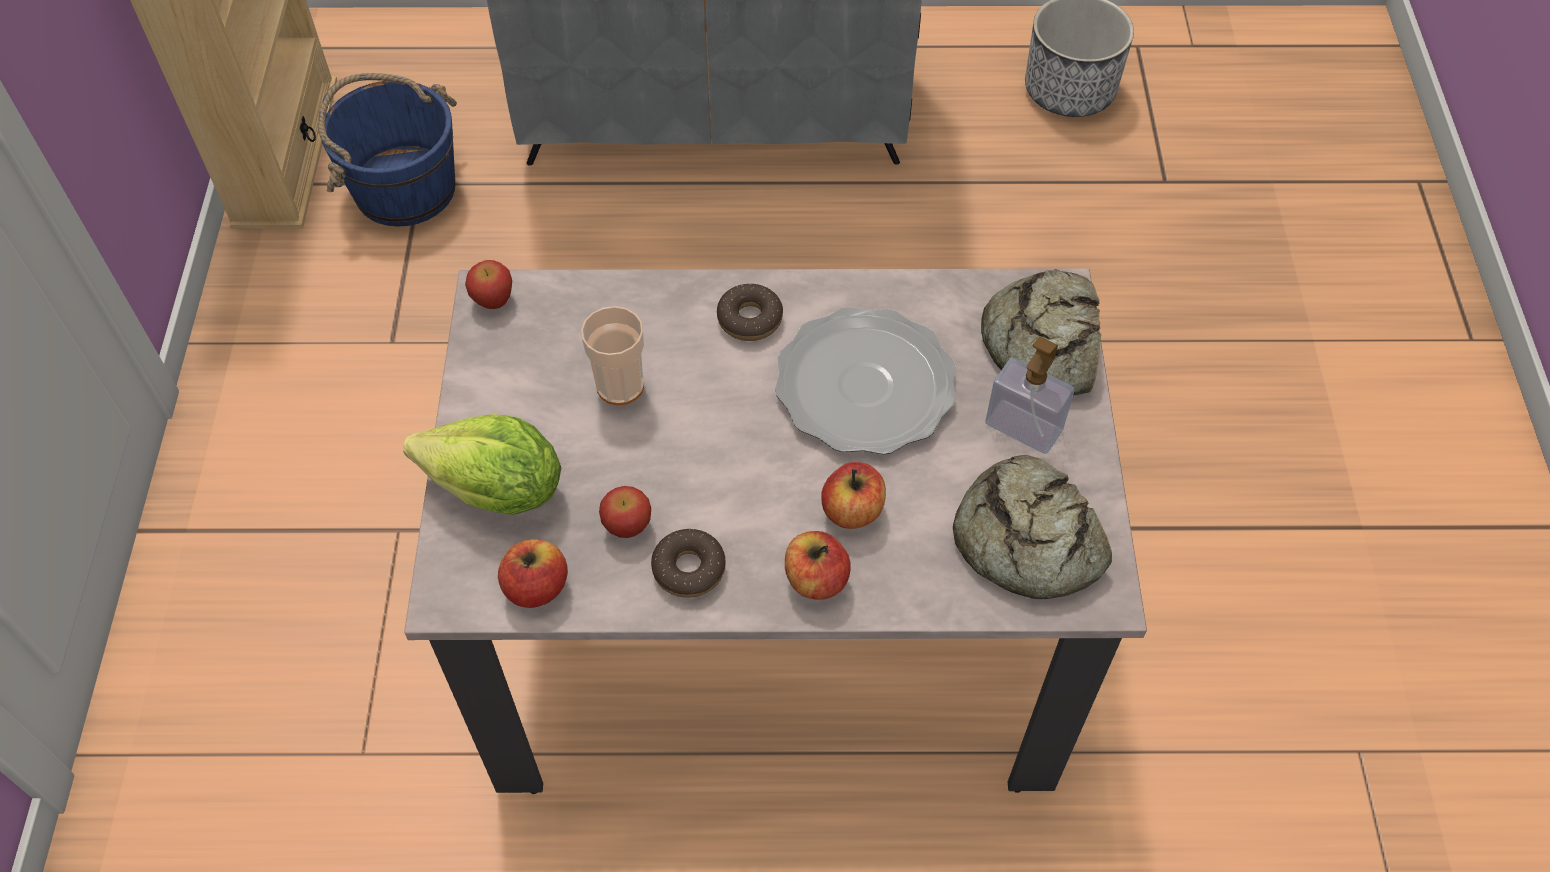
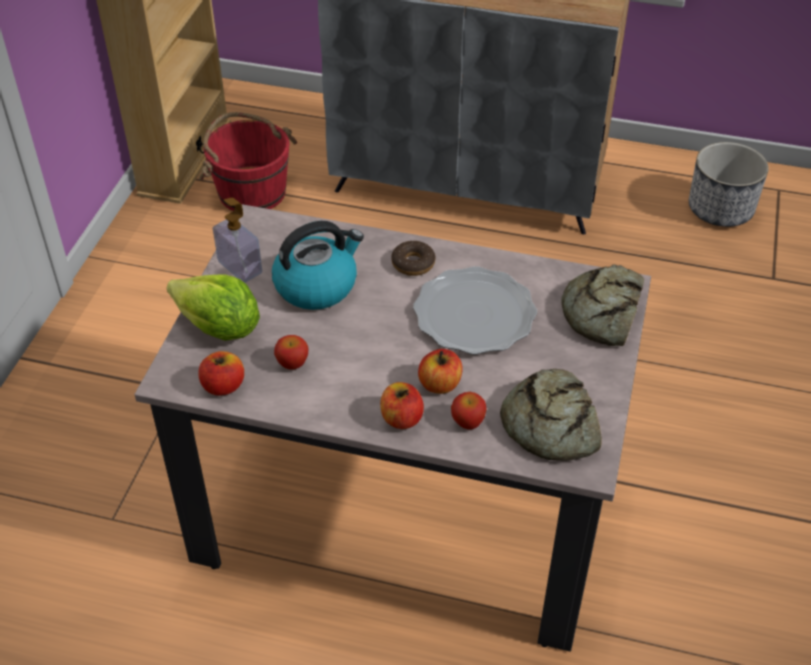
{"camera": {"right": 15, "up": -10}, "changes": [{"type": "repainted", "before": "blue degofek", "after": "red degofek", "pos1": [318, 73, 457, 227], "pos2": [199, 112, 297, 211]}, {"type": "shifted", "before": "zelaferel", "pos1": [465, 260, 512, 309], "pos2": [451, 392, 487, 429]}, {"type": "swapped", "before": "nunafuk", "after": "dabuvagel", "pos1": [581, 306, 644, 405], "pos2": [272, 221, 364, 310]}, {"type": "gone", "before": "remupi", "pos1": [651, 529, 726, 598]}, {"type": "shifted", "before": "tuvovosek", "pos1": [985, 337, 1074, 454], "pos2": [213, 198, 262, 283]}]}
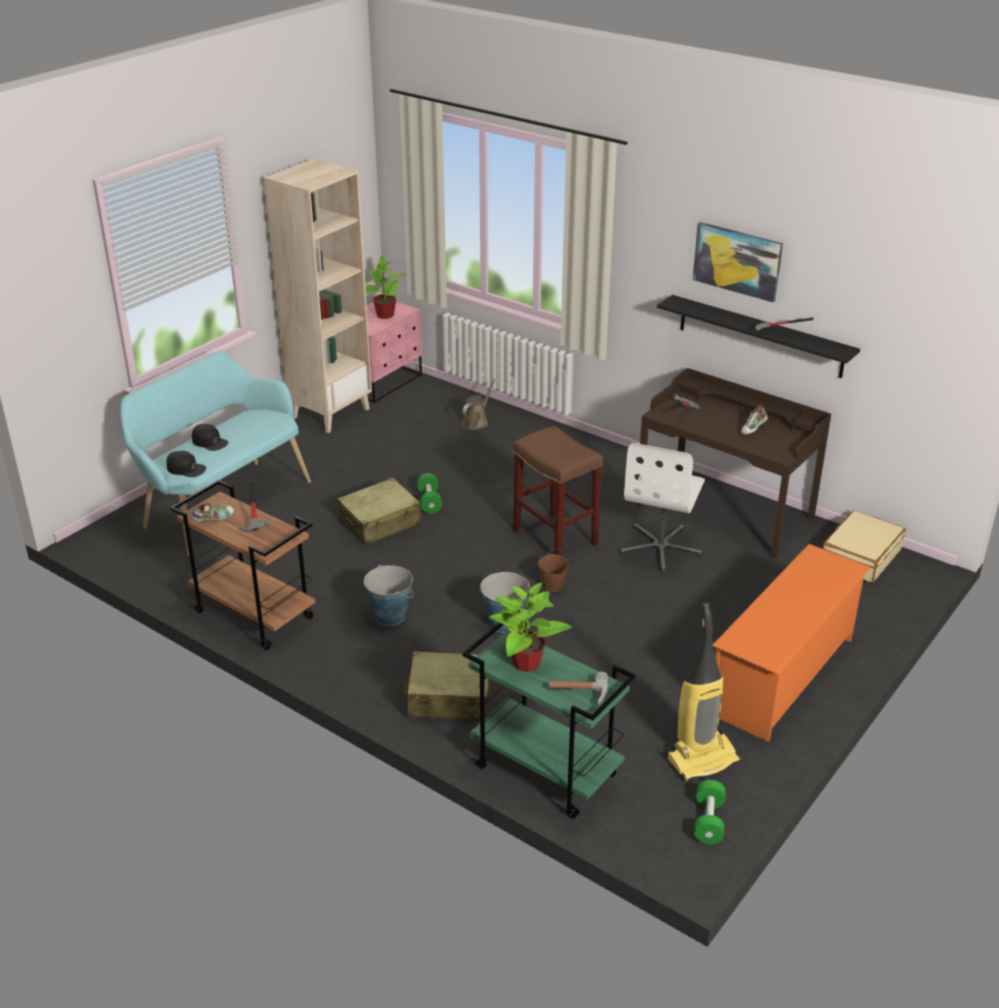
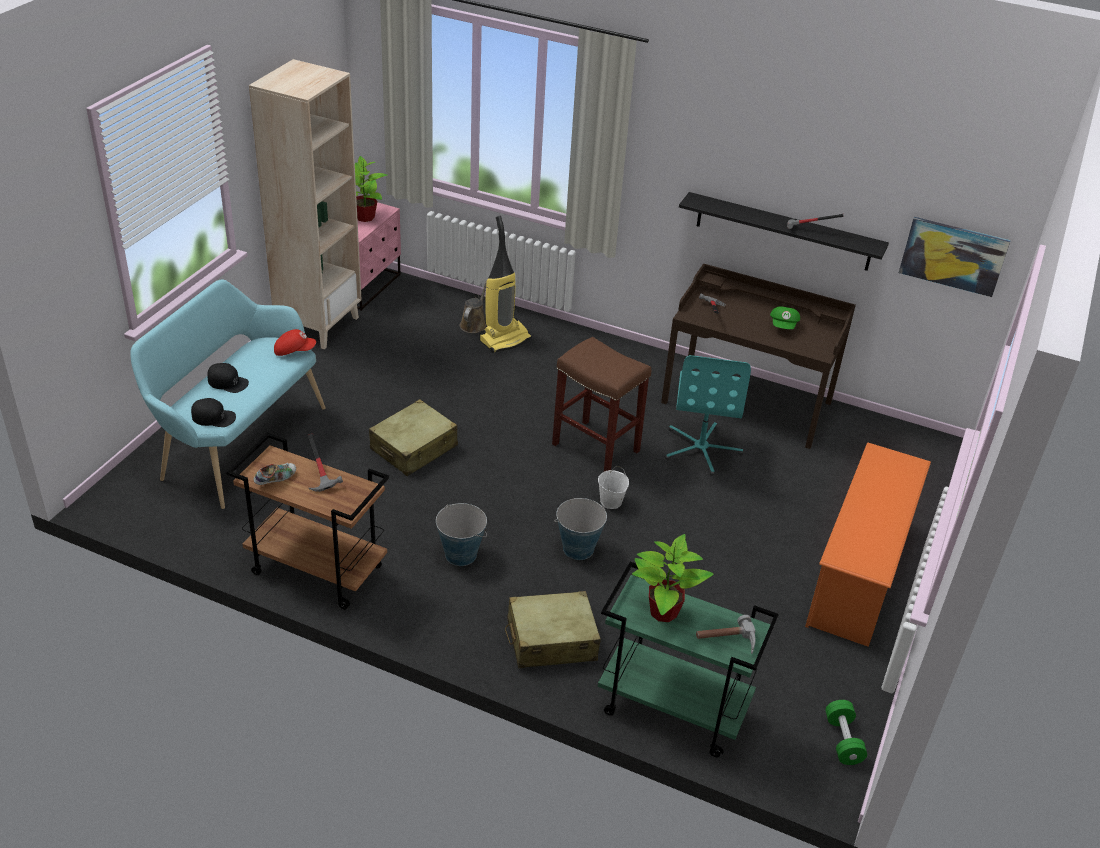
{"camera": {"right": -15, "up": 5}, "changes": [{"type": "gone", "before": "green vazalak", "pos1": [417, 473, 442, 514]}, {"type": "repainted", "before": "brown degofek", "after": "white degofek", "pos1": [538, 548, 569, 592], "pos2": [598, 466, 629, 509]}, {"type": "repainted", "before": "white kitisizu", "after": "turquoise kitisizu", "pos1": [621, 443, 705, 573], "pos2": [665, 355, 751, 476]}, {"type": "shifted", "before": "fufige", "pos1": [666, 602, 741, 782], "pos2": [479, 216, 532, 353]}, {"type": "shifted", "before": "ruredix", "pos1": [693, 222, 783, 303], "pos2": [899, 217, 1011, 297]}, {"type": "swapped", "before": "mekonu", "after": "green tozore", "pos1": [741, 405, 768, 435], "pos2": [770, 306, 800, 329]}, {"type": "gone", "before": "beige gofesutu", "pos1": [822, 510, 906, 583]}, {"type": "new", "after": "red tozore", "pos2": [274, 329, 316, 356]}]}
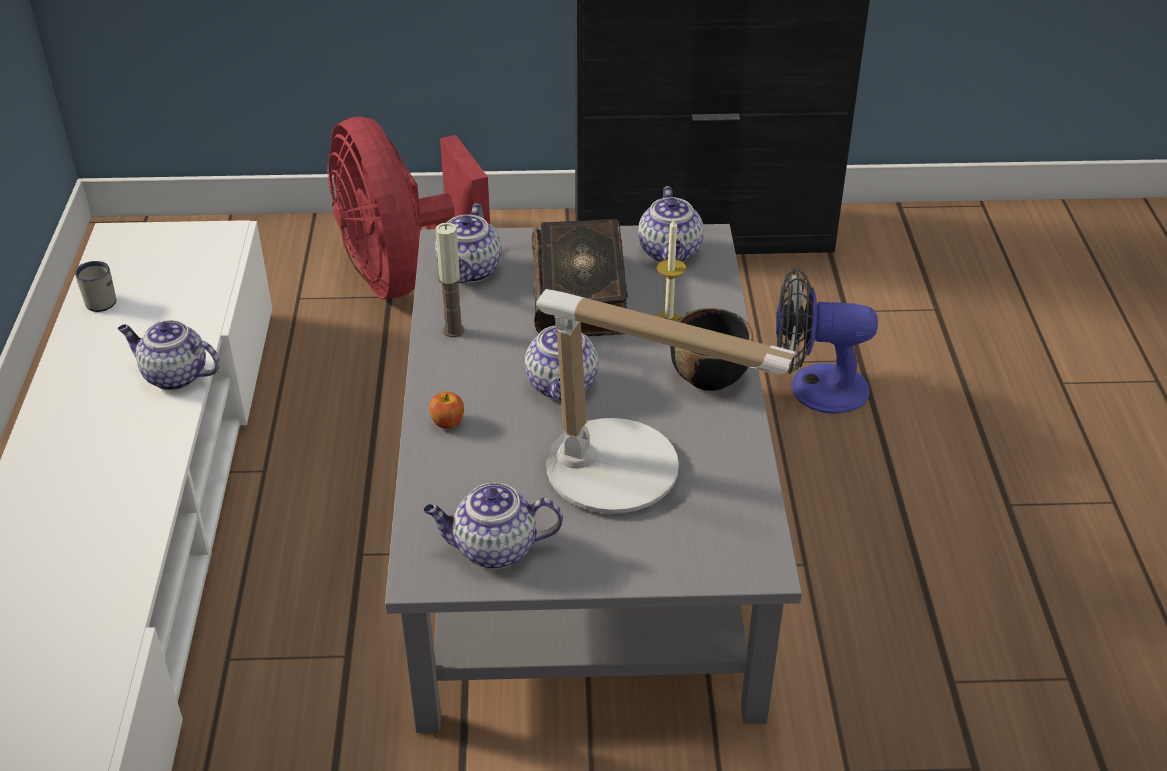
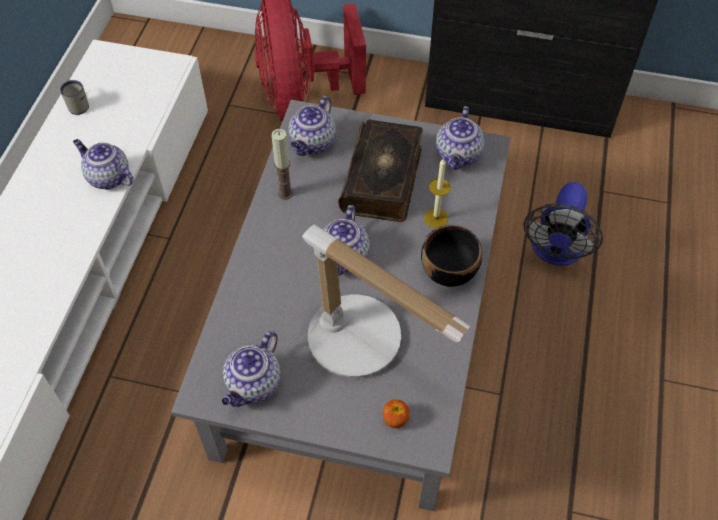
{"camera": {"right": 15, "up": 15}, "changes": [{"type": "rotated", "before": "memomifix", "pos1": [423, 483, 563, 569], "pos2": [222, 331, 281, 407], "turn": -75}, {"type": "shifted", "before": "zelaferel", "pos1": [429, 392, 464, 429], "pos2": [383, 399, 410, 428]}, {"type": "rotated", "before": "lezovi", "pos1": [776, 267, 878, 413], "pos2": [523, 182, 603, 266], "turn": -90}]}
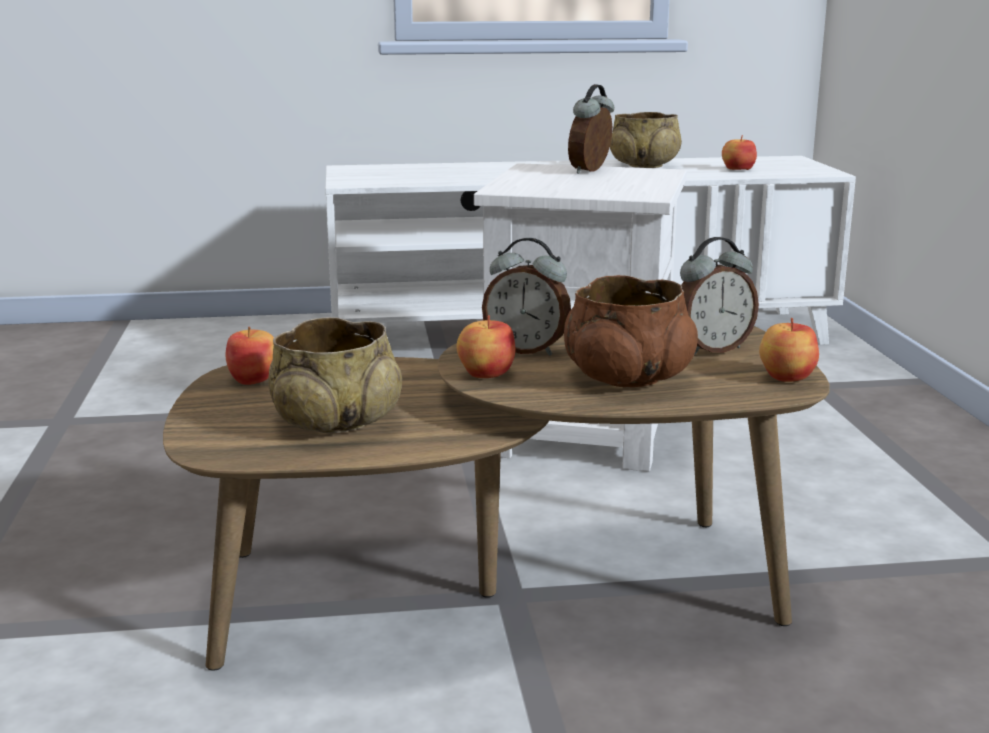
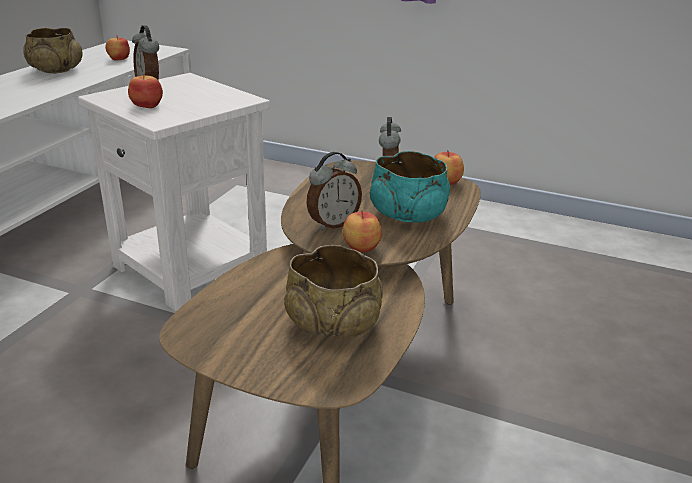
{"camera": {"right": -60, "up": 10}, "changes": [{"type": "shifted", "before": "zelaferel", "pos1": [226, 327, 274, 385], "pos2": [128, 73, 163, 108]}, {"type": "repainted", "before": "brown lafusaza", "after": "turquoise lafusaza", "pos1": [564, 275, 698, 387], "pos2": [369, 151, 450, 222]}]}
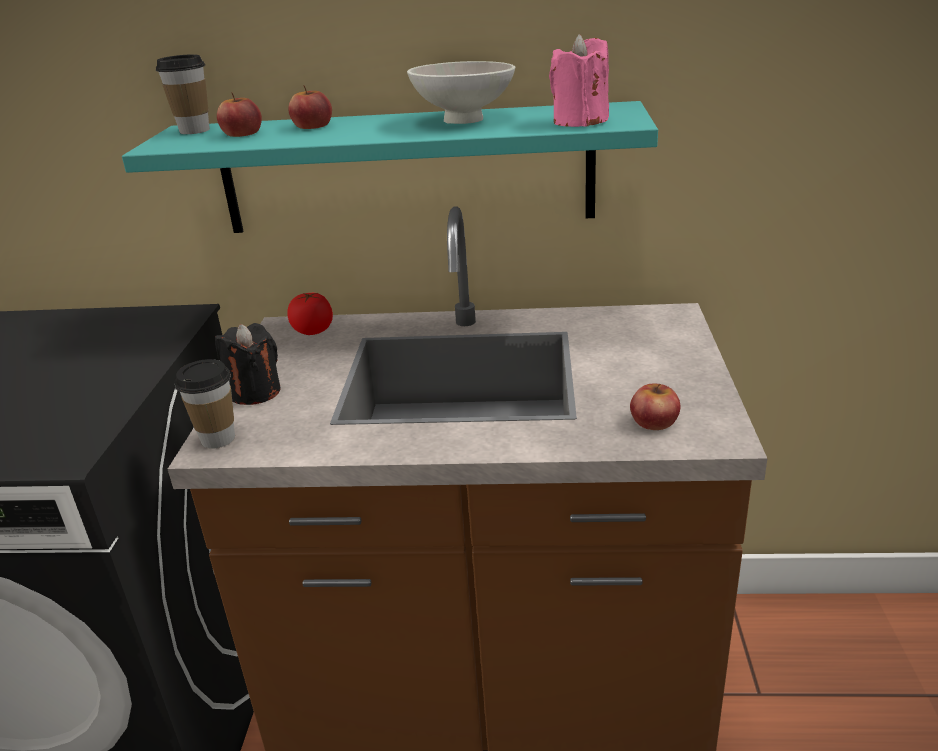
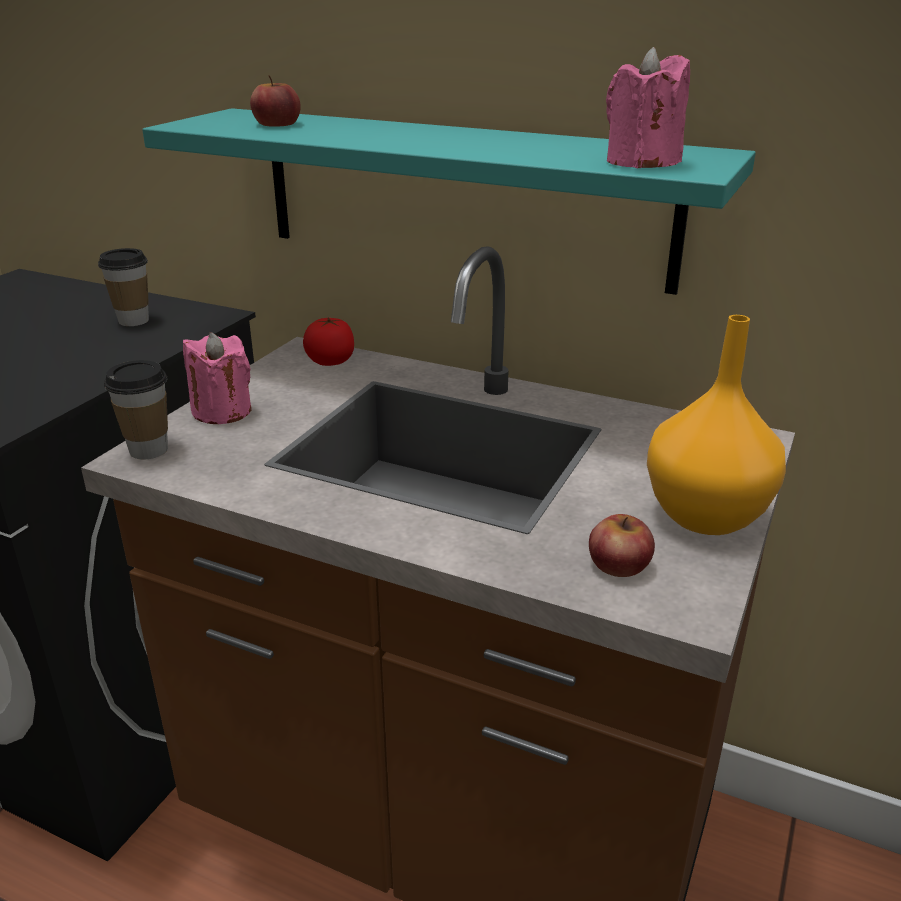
{"camera": {"right": 20, "up": 0}, "changes": [{"type": "shifted", "before": "nunafuk", "pos1": [156, 54, 210, 134], "pos2": [98, 248, 149, 326]}, {"type": "repainted", "before": "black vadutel", "after": "pink vadutel", "pos1": [215, 323, 280, 405], "pos2": [183, 333, 251, 424]}, {"type": "gone", "before": "zelaferel", "pos1": [288, 85, 332, 129]}, {"type": "gone", "before": "white lafusaza", "pos1": [407, 61, 515, 124]}, {"type": "new", "after": "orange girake", "pos2": [647, 315, 786, 535]}]}
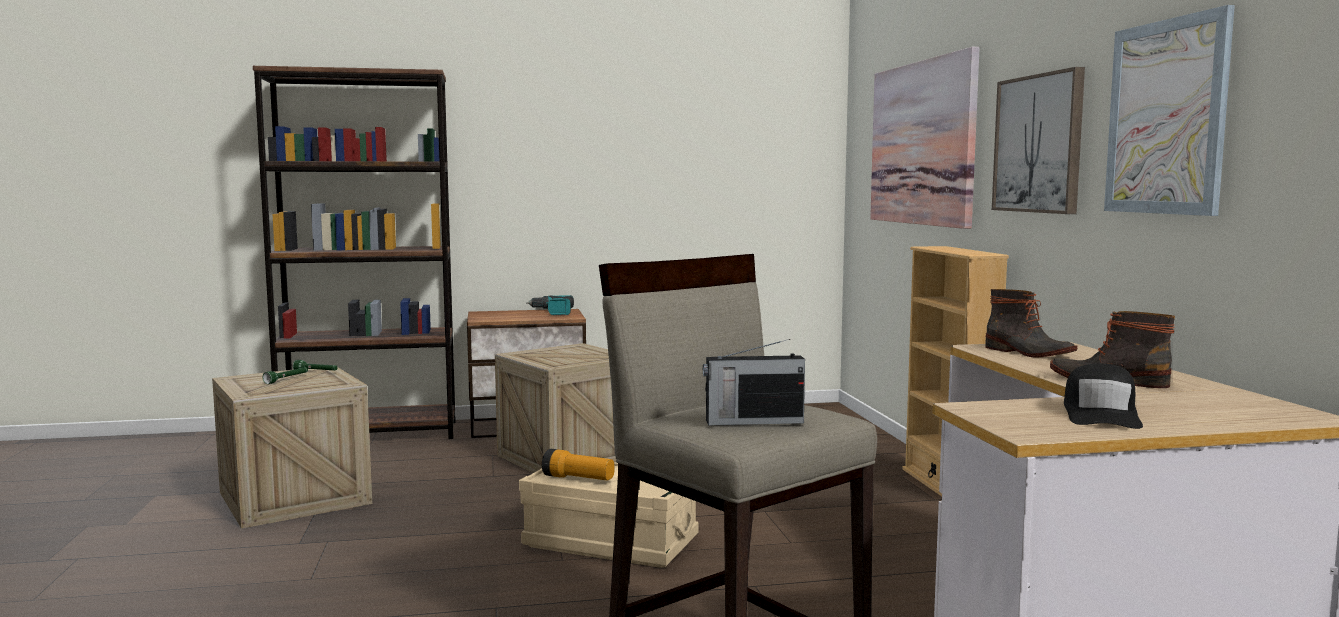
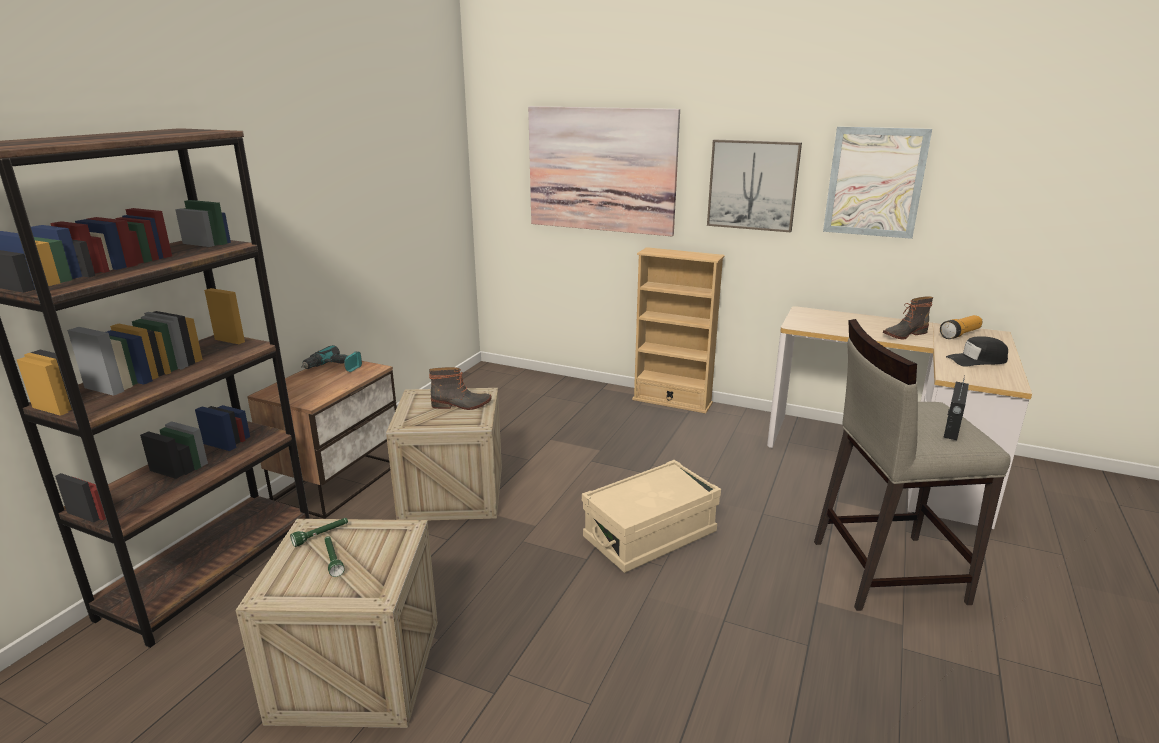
{"camera": {"right": -55, "up": 15}, "changes": [{"type": "shifted", "before": "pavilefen", "pos1": [542, 449, 615, 480], "pos2": [940, 315, 982, 339]}, {"type": "shifted", "before": "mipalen", "pos1": [985, 289, 1077, 357], "pos2": [429, 367, 492, 410]}, {"type": "rotated", "before": "black tozore", "pos1": [1064, 364, 1143, 429], "pos2": [946, 336, 1008, 367], "turn": 120}]}
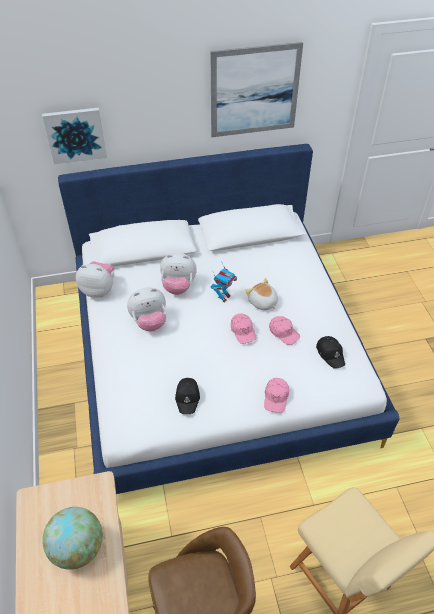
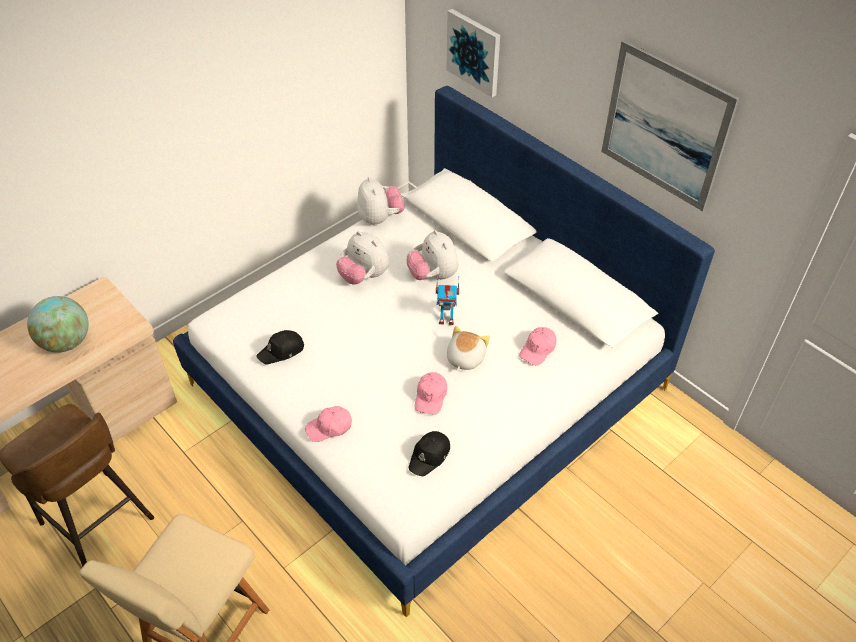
{"camera": {"right": 60, "up": 0}, "changes": [{"type": "shifted", "before": "pink tozore", "pos1": [231, 314, 257, 344], "pos2": [519, 327, 556, 365]}]}
